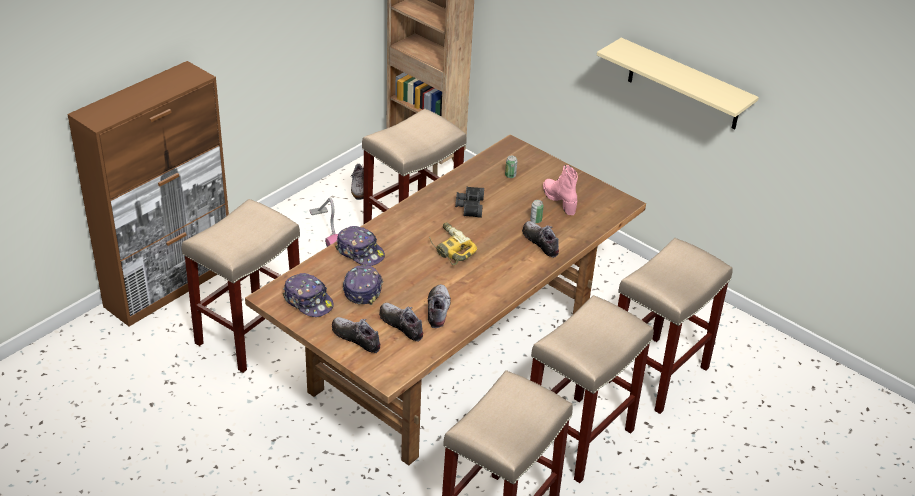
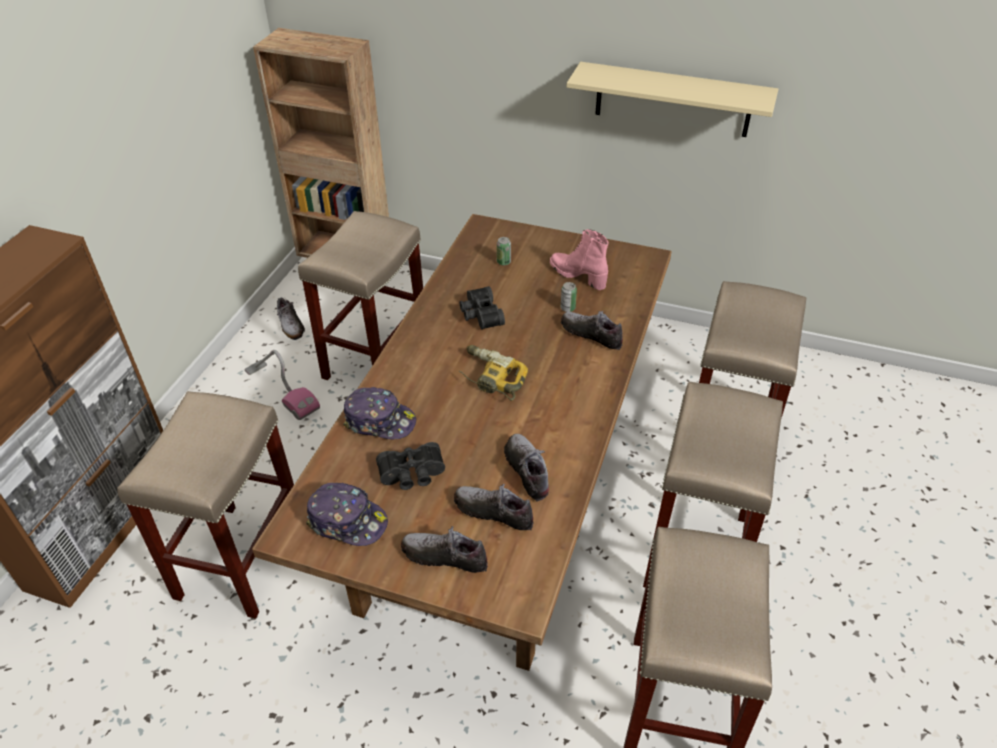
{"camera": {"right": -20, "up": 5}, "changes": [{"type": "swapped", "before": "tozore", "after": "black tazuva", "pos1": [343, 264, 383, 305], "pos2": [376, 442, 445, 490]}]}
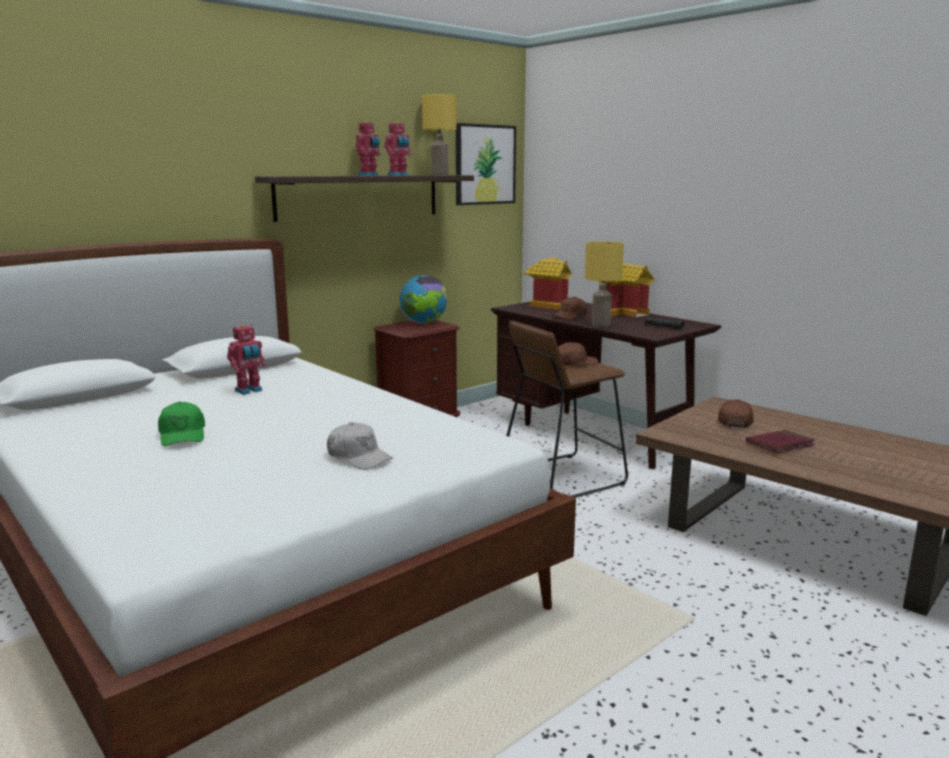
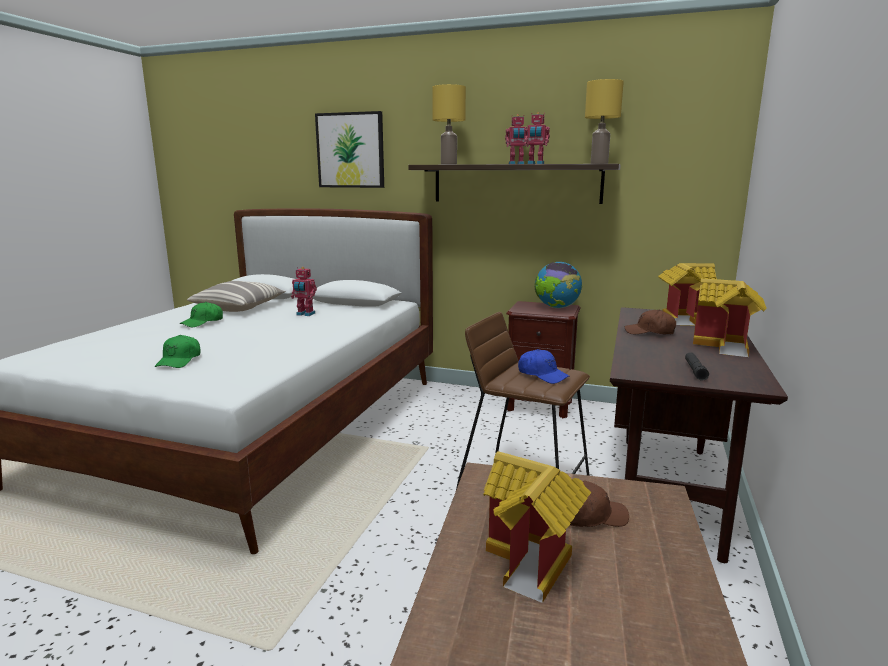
{"camera": {"right": 60, "up": 0}, "changes": [{"type": "repainted", "before": "white tozore", "after": "green tozore", "pos1": [327, 422, 393, 470], "pos2": [155, 335, 201, 368]}, {"type": "shifted", "before": "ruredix", "pos1": [456, 123, 516, 205], "pos2": [315, 111, 384, 188]}, {"type": "repainted", "before": "brown tozore", "after": "blue tozore", "pos1": [558, 342, 598, 366], "pos2": [518, 349, 570, 384]}, {"type": "shifted", "before": "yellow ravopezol", "pos1": [585, 242, 624, 327], "pos2": [432, 84, 466, 165]}, {"type": "swapped", "before": "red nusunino", "after": "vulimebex", "pos1": [746, 430, 815, 453], "pos2": [483, 451, 591, 603]}, {"type": "new", "after": "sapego", "pos2": [187, 281, 286, 312]}]}
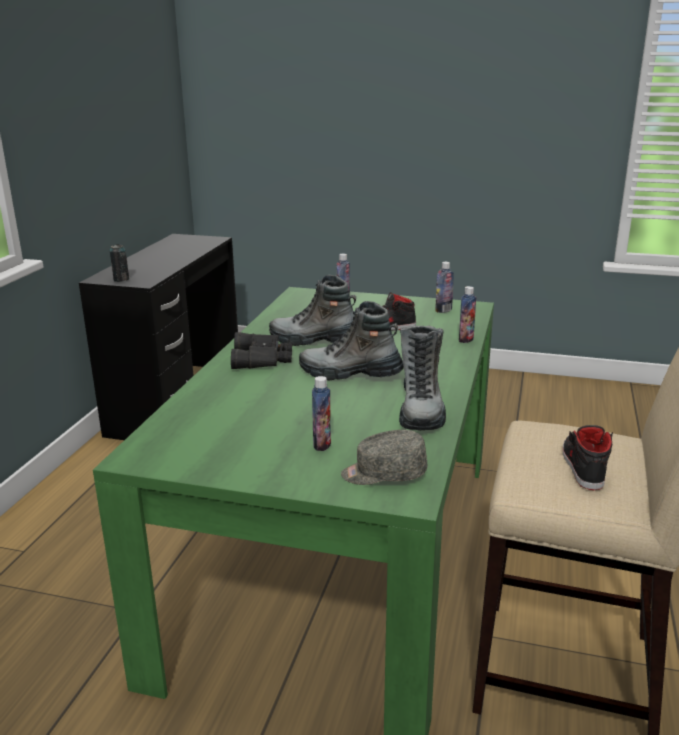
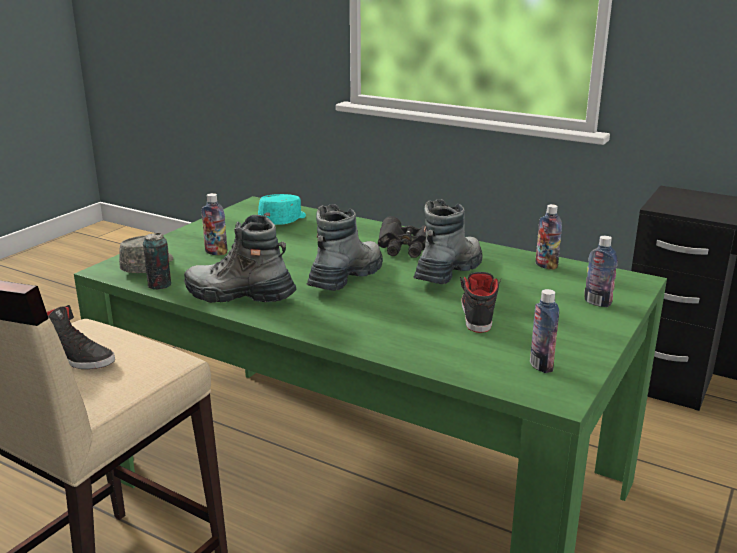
{"camera": {"right": 105, "up": 0}, "changes": [{"type": "shifted", "before": "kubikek", "pos1": [110, 244, 129, 282], "pos2": [143, 233, 171, 290]}, {"type": "shifted", "before": "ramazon", "pos1": [459, 286, 477, 343], "pos2": [536, 204, 562, 270]}, {"type": "new", "after": "turquoise tozore", "pos2": [258, 194, 306, 225]}]}
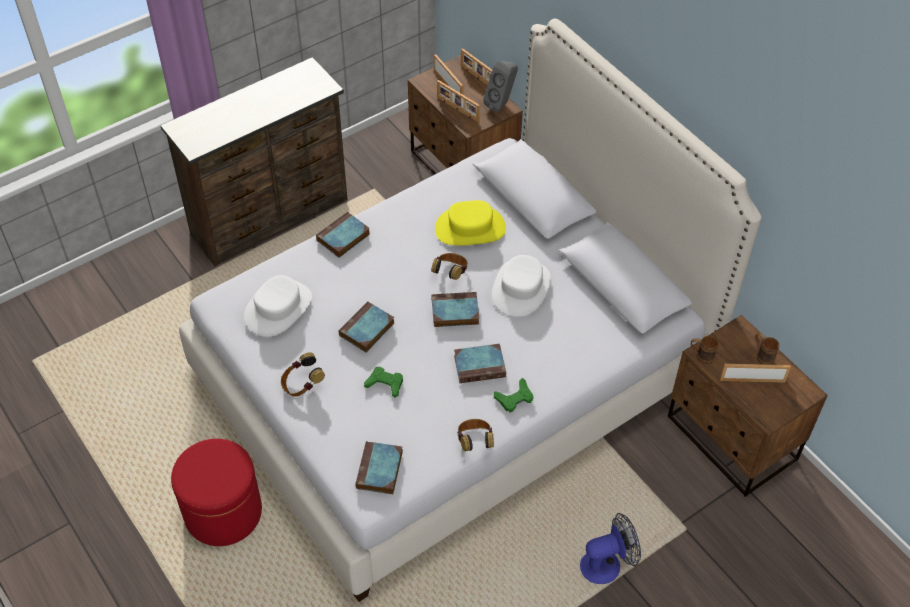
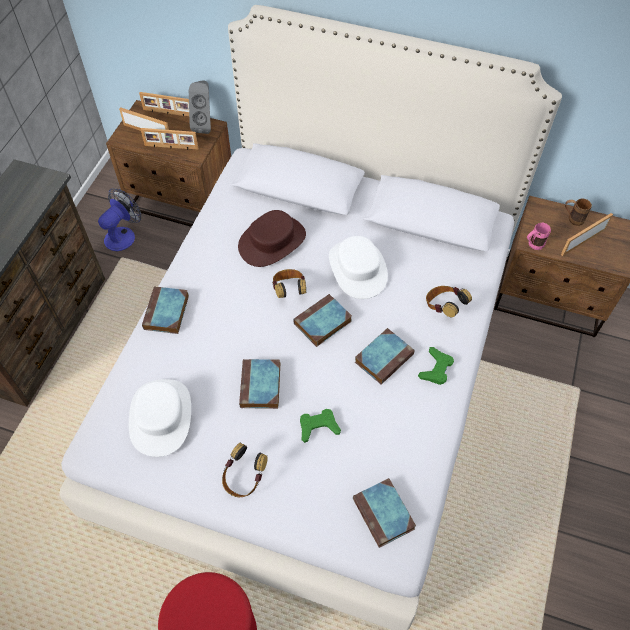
{"camera": {"right": -35, "up": 5}, "changes": [{"type": "repainted", "before": "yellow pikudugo", "after": "brown pikudugo", "pos1": [435, 200, 506, 246], "pos2": [238, 210, 306, 267]}, {"type": "shifted", "before": "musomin", "pos1": [457, 419, 494, 451], "pos2": [426, 286, 472, 317]}, {"type": "shifted", "before": "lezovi", "pos1": [580, 513, 641, 584], "pos2": [98, 188, 141, 251]}, {"type": "repainted", "before": "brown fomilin", "after": "pink fomilin", "pos1": [691, 336, 719, 364], "pos2": [527, 222, 551, 250]}]}
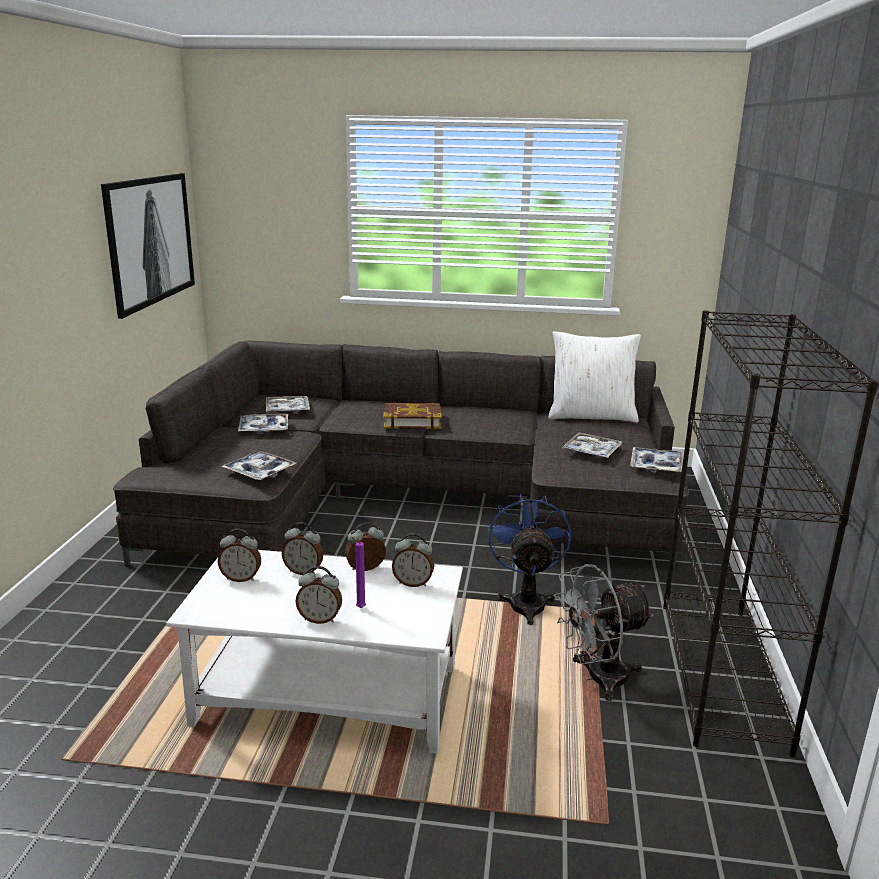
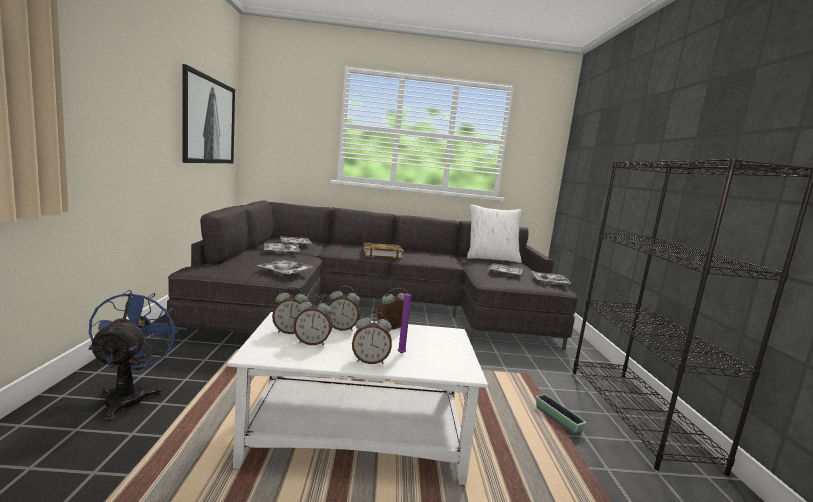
{"camera": {"right": -10, "up": -10}, "changes": [{"type": "shifted", "before": "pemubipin", "pos1": [392, 533, 435, 587], "pos2": [293, 296, 333, 345]}, {"type": "shifted", "before": "blue lezovi", "pos1": [488, 493, 571, 625], "pos2": [88, 290, 180, 421]}, {"type": "swapped", "before": "grey lezovi", "after": "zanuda", "pos1": [554, 564, 654, 701], "pos2": [536, 394, 586, 436]}]}
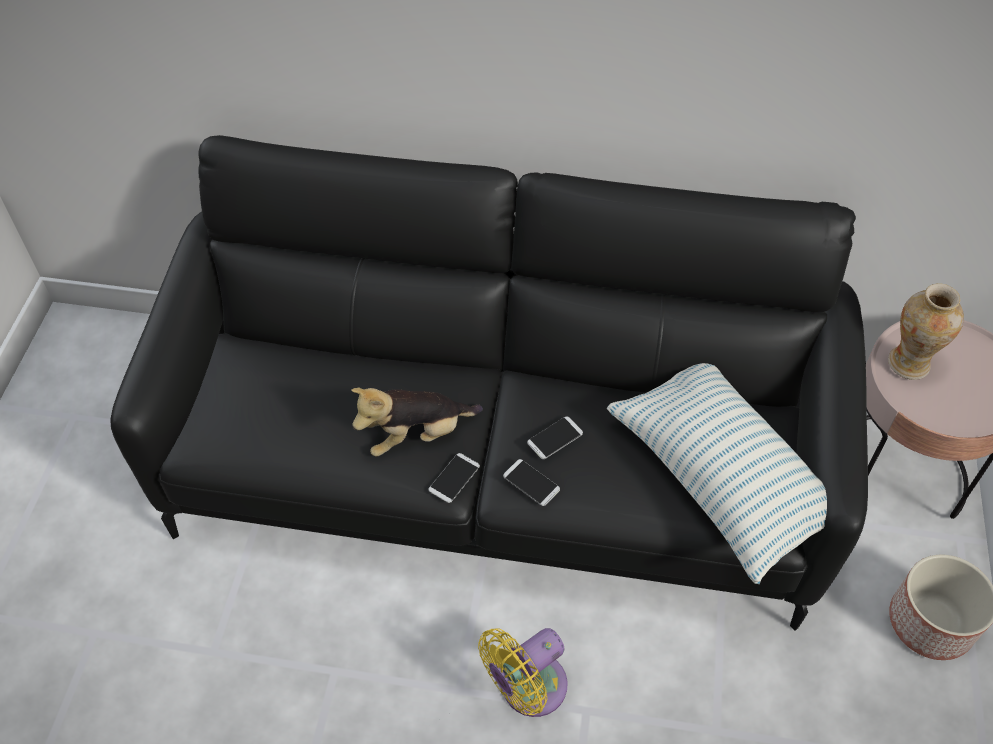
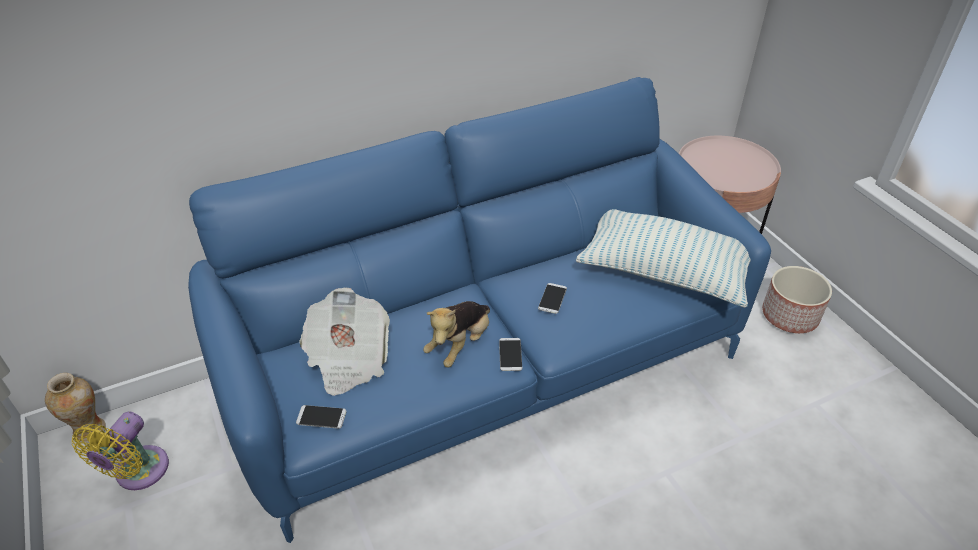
{"camera": {"right": -35, "up": -10}, "changes": [{"type": "repainted", "before": "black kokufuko", "after": "blue kokufuko", "pos1": [110, 135, 868, 631], "pos2": [188, 77, 771, 543]}, {"type": "shifted", "before": "yellow lezovi", "pos1": [478, 628, 568, 717], "pos2": [72, 412, 169, 490]}, {"type": "shifted", "before": "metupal", "pos1": [503, 459, 560, 506], "pos2": [296, 405, 347, 429]}, {"type": "shifted", "before": "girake", "pos1": [888, 283, 964, 380], "pos2": [45, 373, 106, 443]}, {"type": "new", "after": "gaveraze", "pos2": [300, 288, 390, 396]}]}
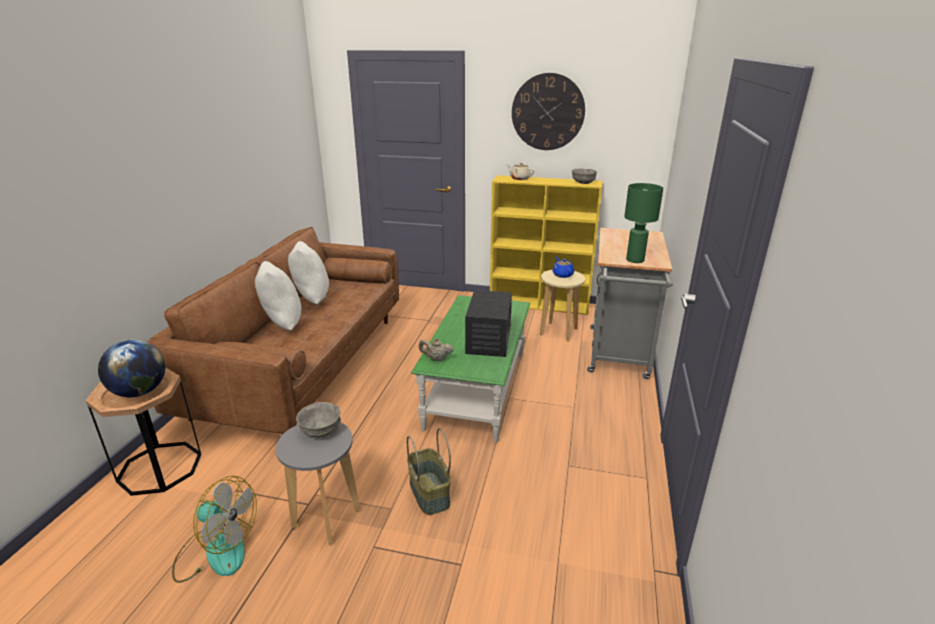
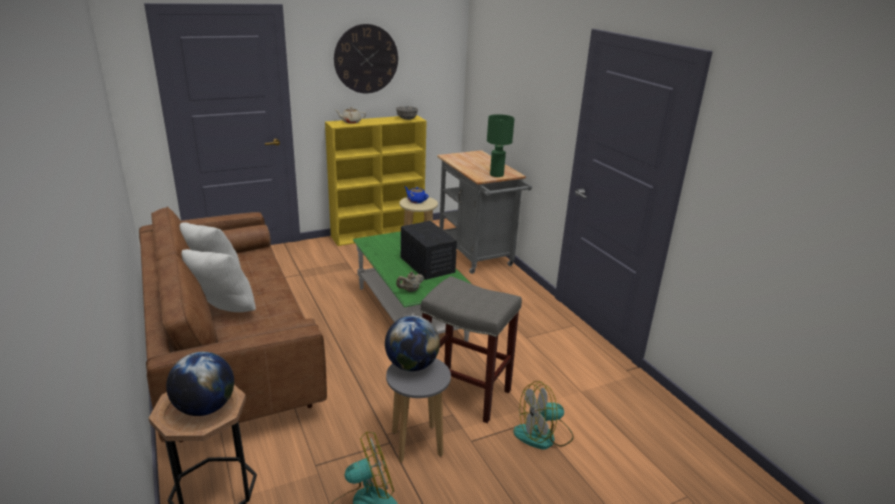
{"camera": {"right": -40, "up": 0}, "changes": [{"type": "swapped", "before": "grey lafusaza", "after": "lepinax", "pos1": [296, 402, 341, 438], "pos2": [385, 316, 440, 371]}, {"type": "swapped", "before": "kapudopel", "after": "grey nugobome", "pos1": [407, 428, 451, 515], "pos2": [421, 276, 522, 423]}, {"type": "new", "after": "lezovi", "pos2": [513, 381, 574, 449]}]}
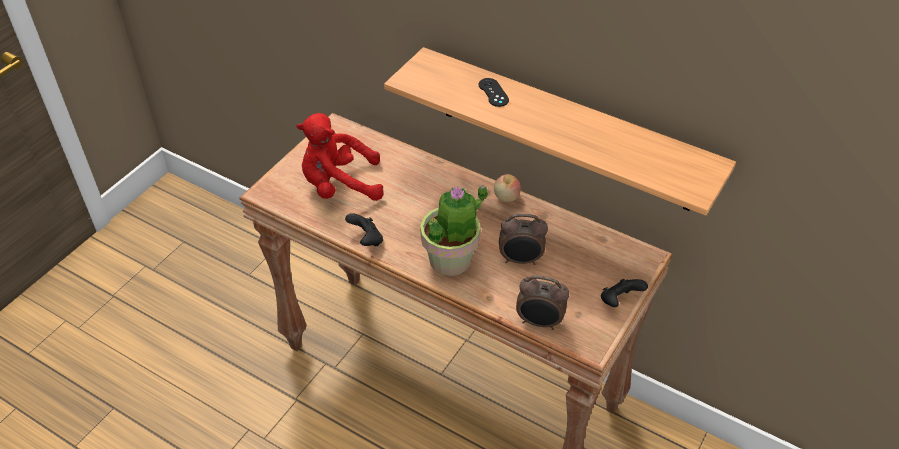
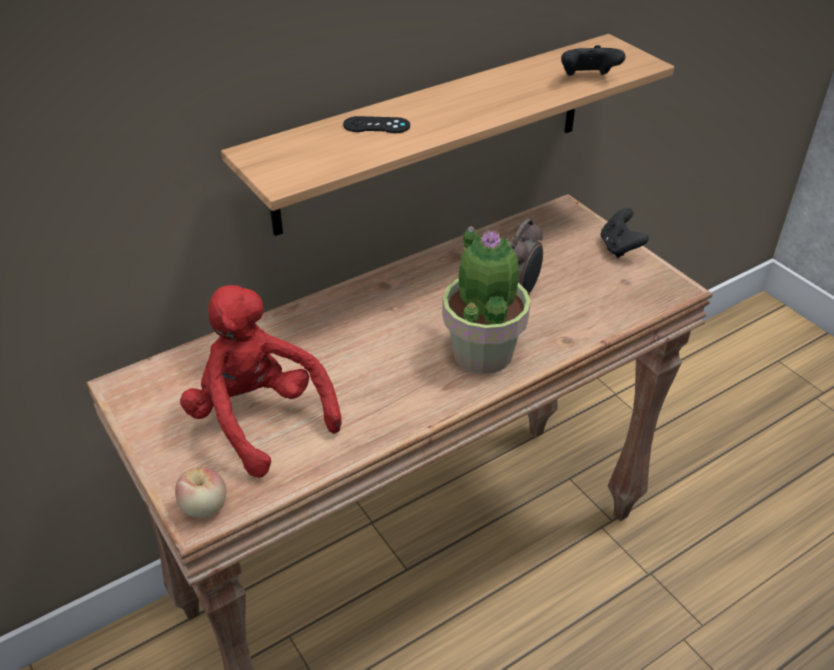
{"camera": {"right": -65, "up": -5}, "changes": [{"type": "rotated", "before": "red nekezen", "pos1": [296, 113, 384, 201], "pos2": [180, 285, 341, 478], "turn": 120}, {"type": "shifted", "before": "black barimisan", "pos1": [345, 213, 383, 246], "pos2": [561, 45, 625, 76]}, {"type": "shifted", "before": "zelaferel", "pos1": [494, 174, 521, 202], "pos2": [175, 468, 226, 518]}, {"type": "gone", "before": "pemubipin", "pos1": [516, 275, 569, 330]}]}
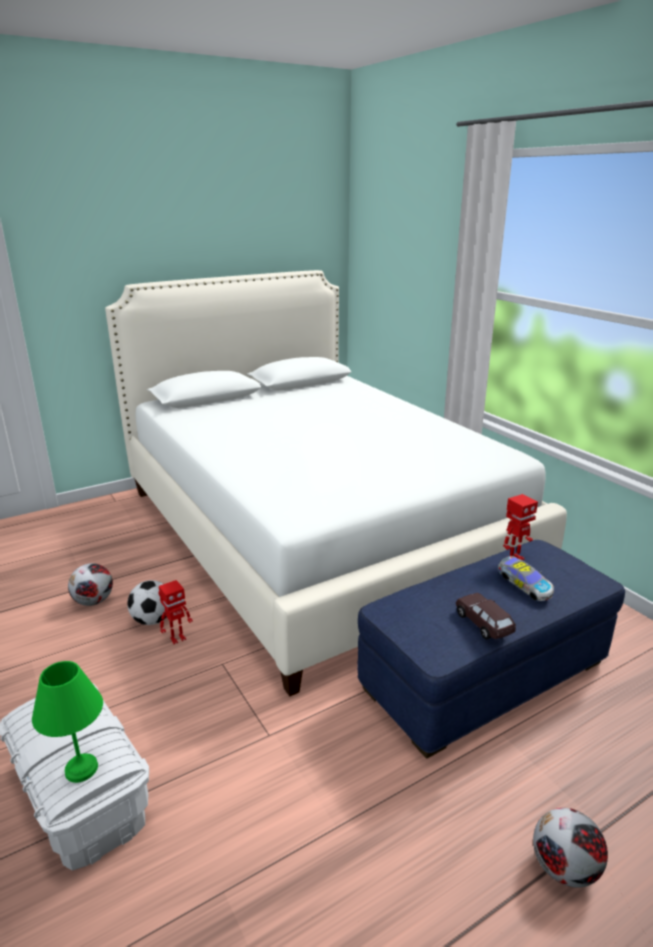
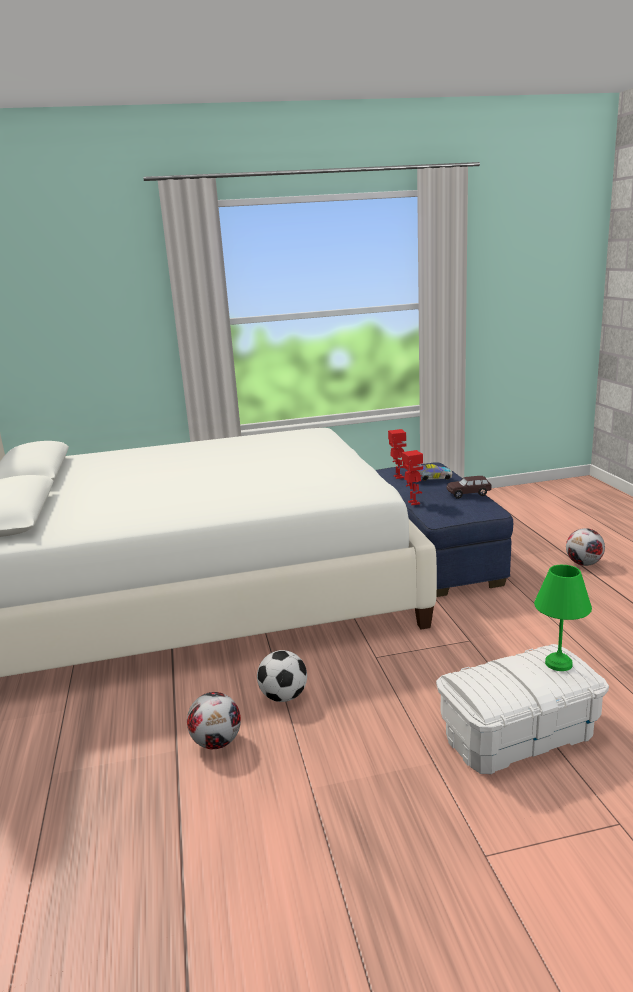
{"camera": {"right": -70, "up": -5}, "changes": [{"type": "shifted", "before": "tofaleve", "pos1": [158, 580, 193, 644], "pos2": [402, 450, 423, 505]}]}
